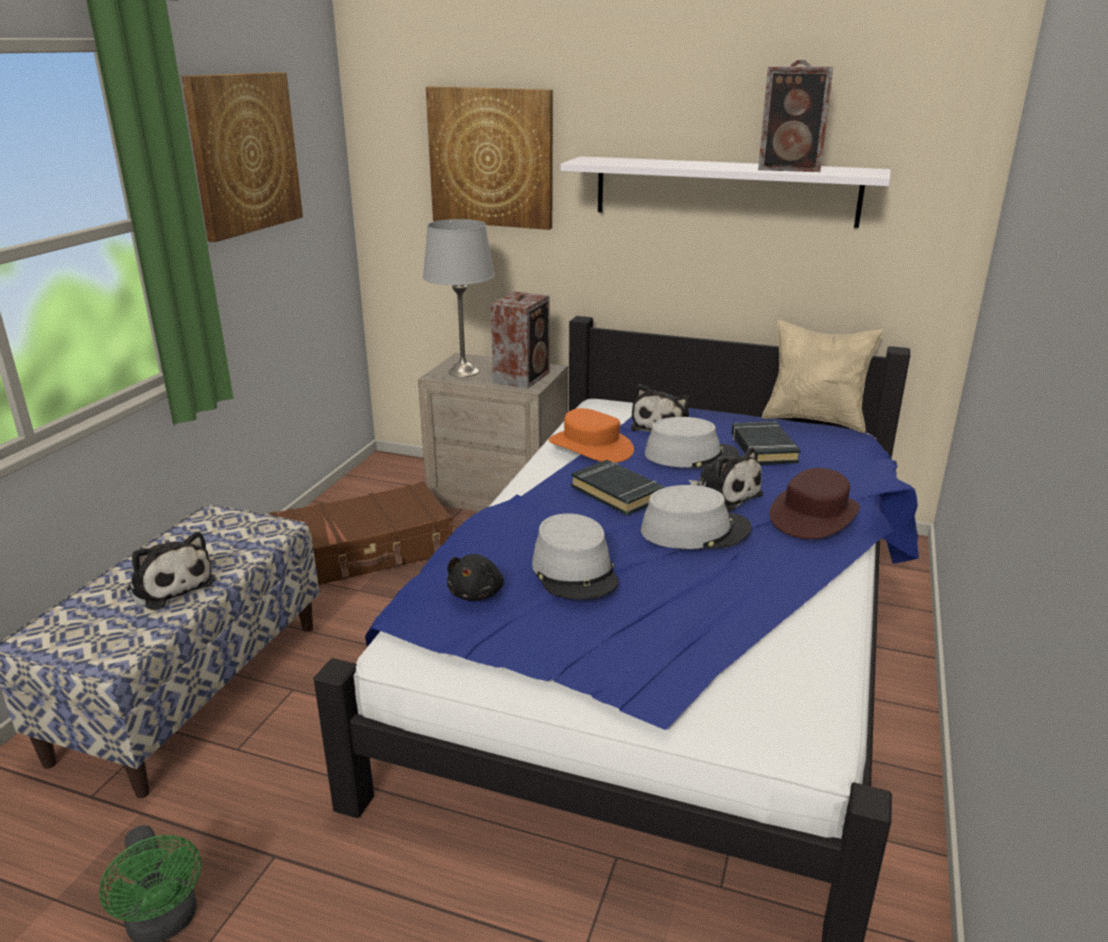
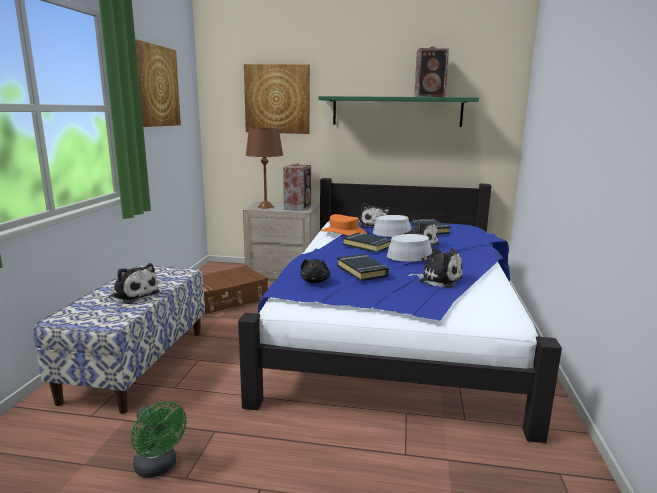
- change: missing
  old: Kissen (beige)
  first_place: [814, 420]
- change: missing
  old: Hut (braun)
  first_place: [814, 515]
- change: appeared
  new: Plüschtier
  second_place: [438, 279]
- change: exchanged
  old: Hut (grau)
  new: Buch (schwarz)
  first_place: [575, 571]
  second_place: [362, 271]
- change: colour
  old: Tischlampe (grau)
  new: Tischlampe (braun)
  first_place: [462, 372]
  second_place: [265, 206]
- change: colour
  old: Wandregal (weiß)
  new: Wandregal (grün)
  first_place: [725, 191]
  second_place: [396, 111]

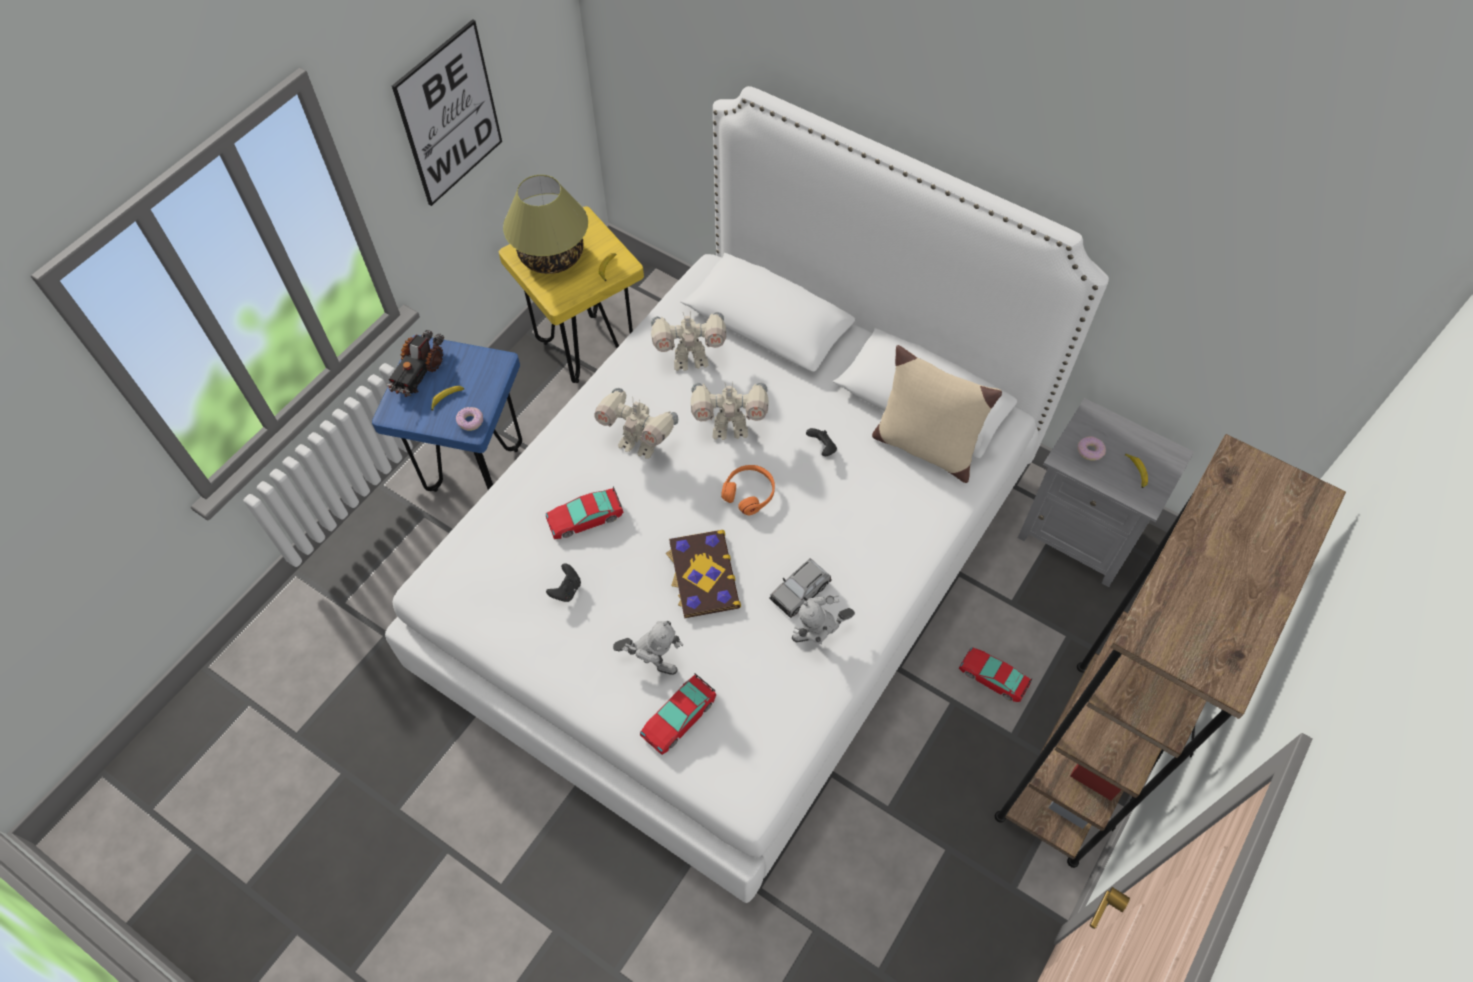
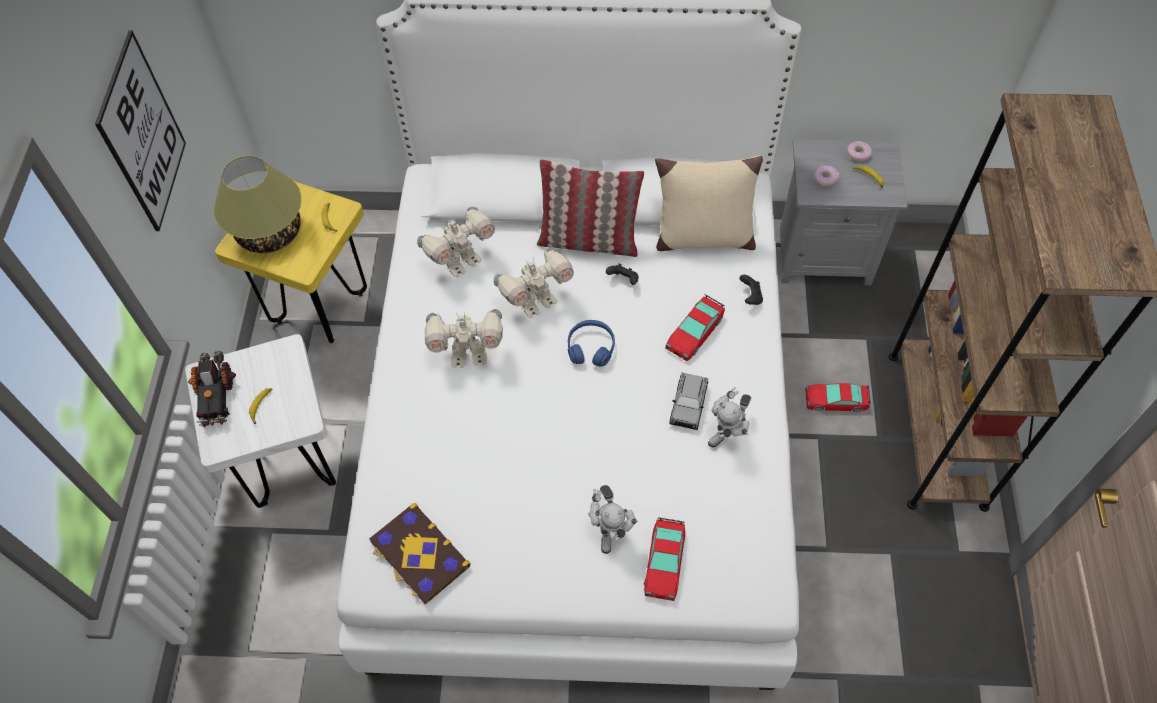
- change: appeared
  new: Kissen
  second_place: [588, 240]
- change: relocated
  old: Donut
  first_place: [470, 421]
  second_place: [858, 154]
- change: relocated
  old: Spielzeugauto
  first_place: [585, 517]
  second_place: [694, 332]
- change: relocated
  old: Gamepad (schwarz)
  first_place: [566, 590]
  second_place: [750, 297]
- change: relocated
  old: Buch
  first_place: [702, 575]
  second_place: [418, 555]
- change: colour
  old: Hocker (blau)
  new: Hocker (weiß)
  first_place: [475, 470]
  second_place: [291, 466]
- change: colour
  old: Kopfhörer (orange)
  new: Kopfhörer (blau)
  first_place: [749, 493]
  second_place: [591, 347]
- change: spun
  old: Spielzeugroboter
  first_place: [652, 661]
  second_place: [610, 529]
  degrees: 105

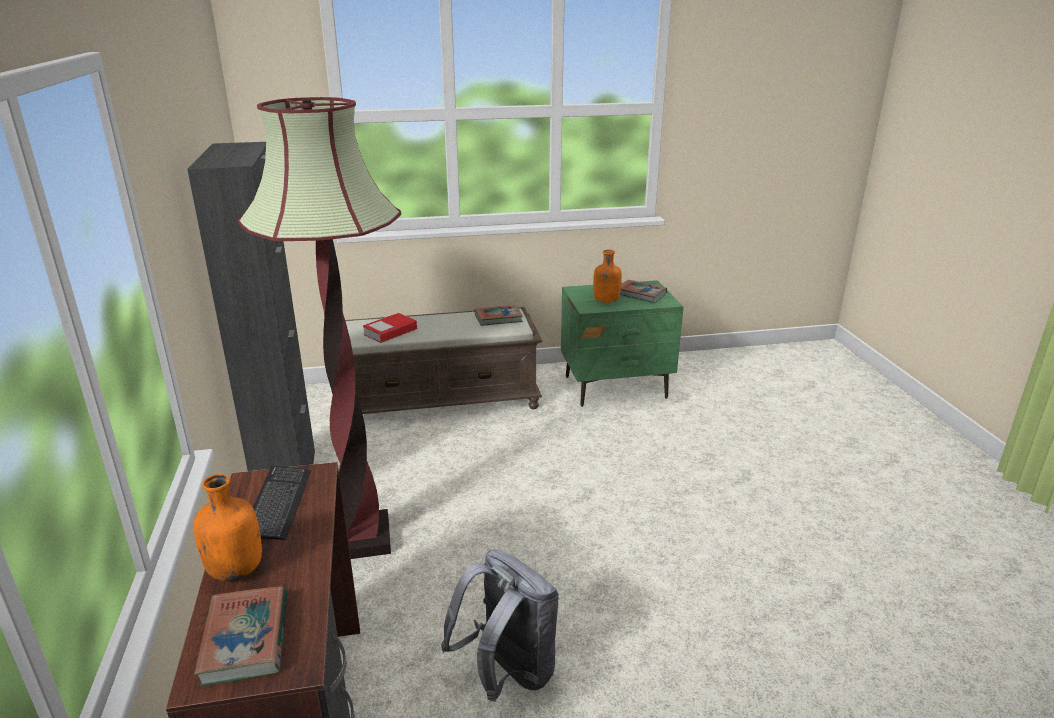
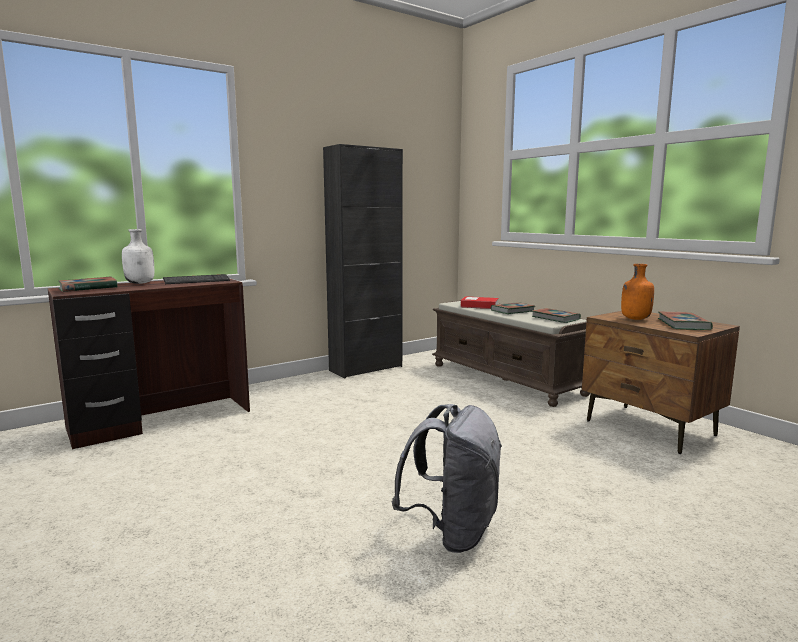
- change: missing
  old: Stehlampe
  first_place: [361, 538]
- change: appeared
  new: Buch
  second_place: [512, 311]
- change: relocated
  old: Rucksack (grau)
  first_place: [507, 673]
  second_place: [452, 532]
- change: colour
  old: Flasche (orange)
  new: Flasche (weiß)
  first_place: [236, 569]
  second_place: [141, 283]
- change: colour
  old: Nachttisch (grün)
  new: Nachttisch (braun)
  first_place: [616, 387]
  second_place: [650, 428]

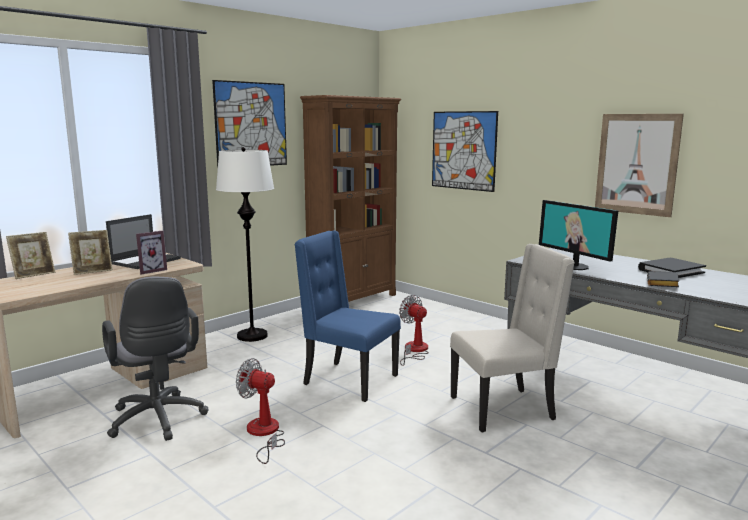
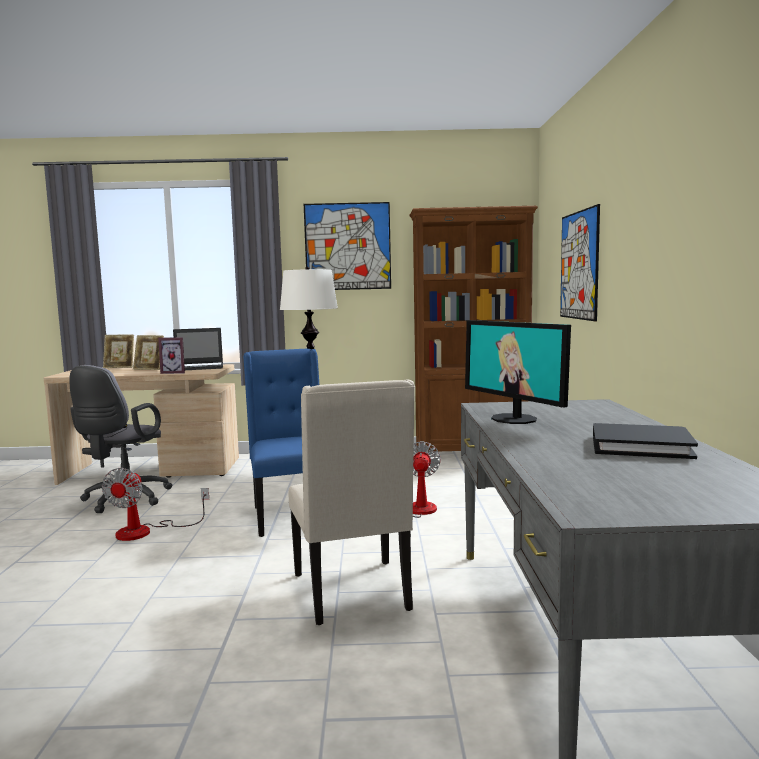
- change: missing
  old: Bild
  first_place: [636, 164]
- change: missing
  old: Buch (schwarz)
  first_place: [663, 283]
- change: spun
  old: Ventilator
  first_place: [264, 434]
  second_place: [146, 531]
  degrees: -150
- change: spun
  old: Stuhl (beige)
  first_place: [504, 409]
  second_place: [354, 593]
  degrees: 45
- change: spun
  old: Monitor
  first_place: [574, 266]
  second_place: [515, 419]
  degrees: -45

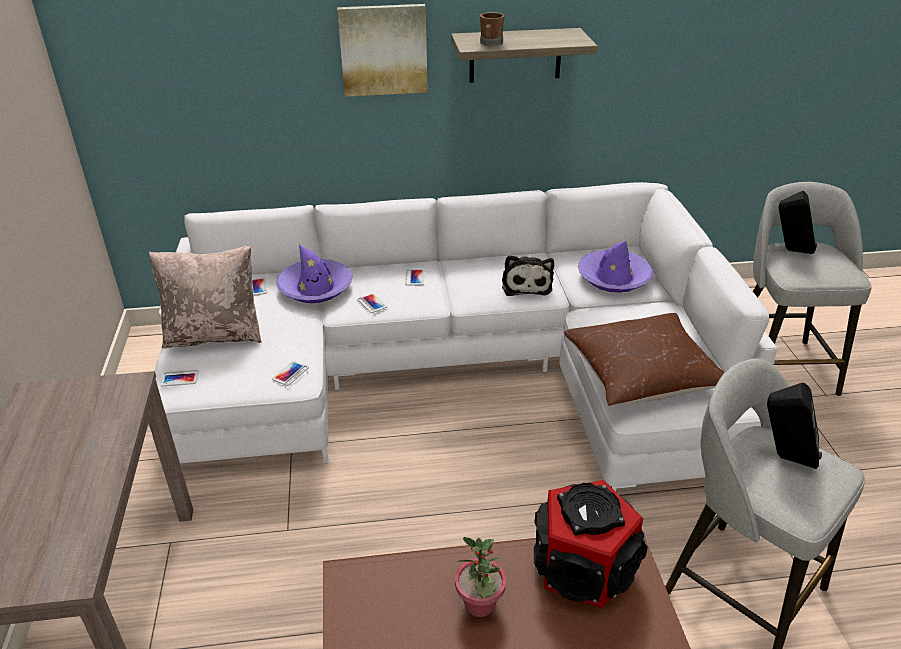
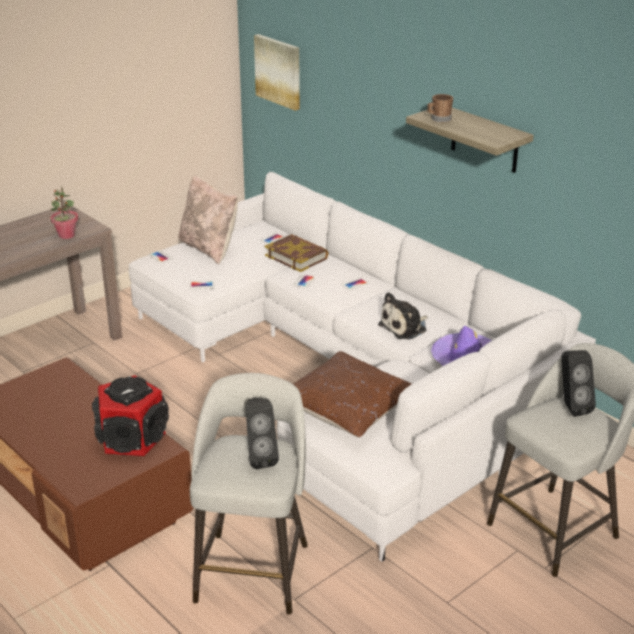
- change: relocated
  old: Bild
  first_place: [383, 50]
  second_place: [279, 71]
- change: relocated
  old: Topfpflanze
  first_place: [480, 604]
  second_place: [66, 235]
- change: exchanged
  old: Hut (lila)
  new: Buch
  first_place: [315, 288]
  second_place: [296, 257]

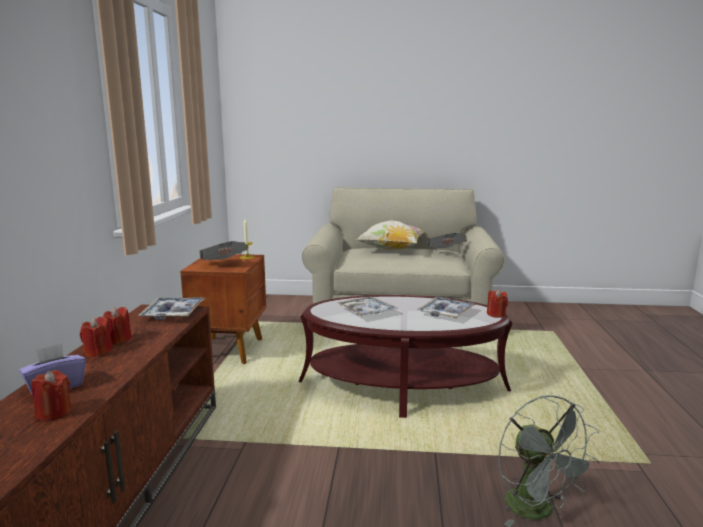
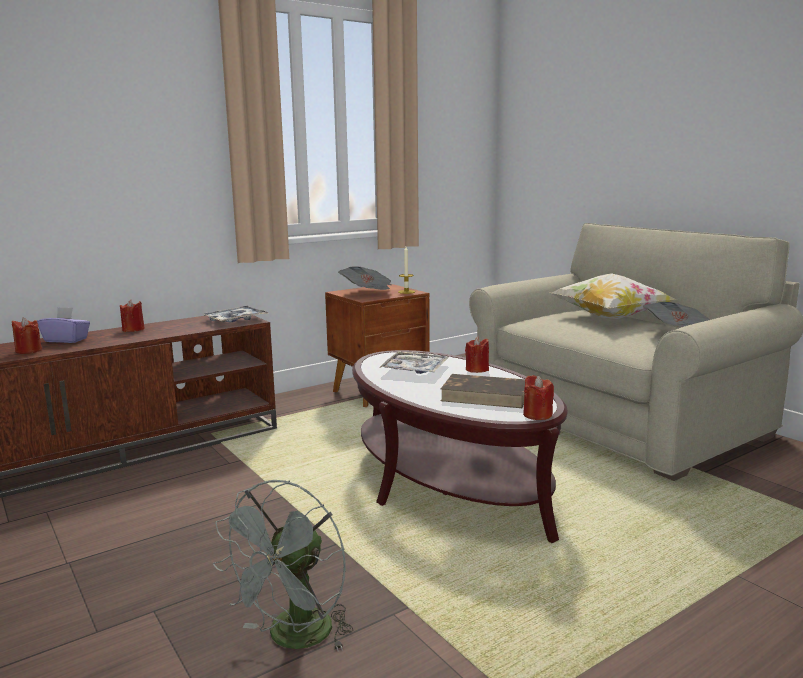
- change: relocated
  old: Kerze (rot)
  first_place: [118, 340]
  second_place: [477, 369]
- change: exchanged
  old: Tablett
  new: Buch (braun)
  first_place: [446, 313]
  second_place: [486, 395]

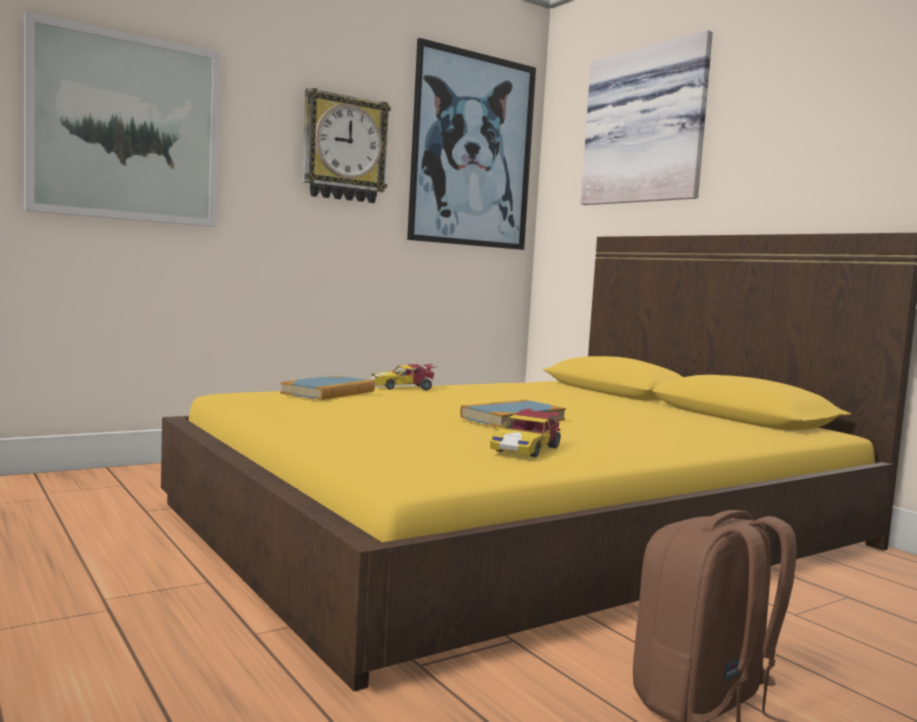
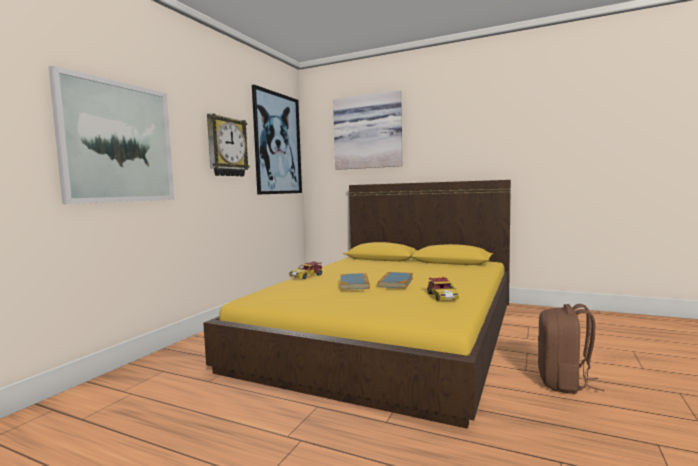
- change: relocated
  old: Buch
  first_place: [328, 392]
  second_place: [354, 284]

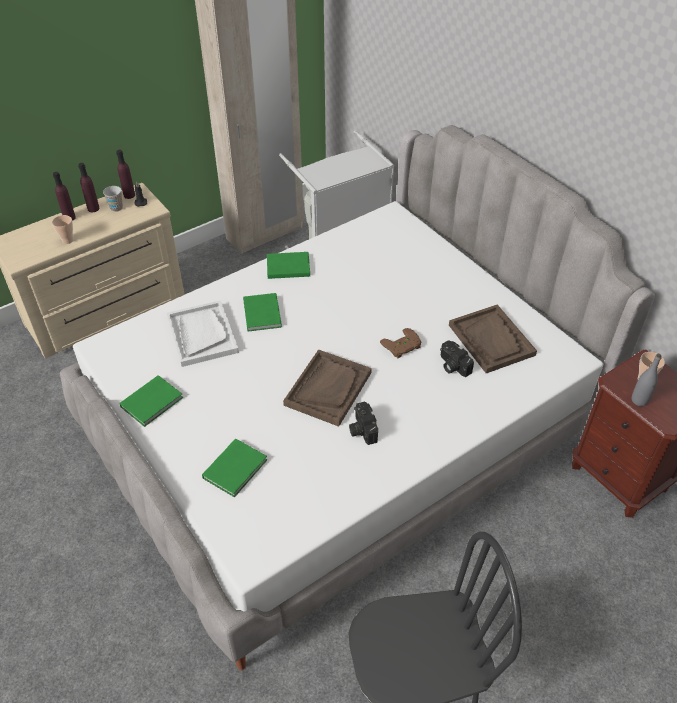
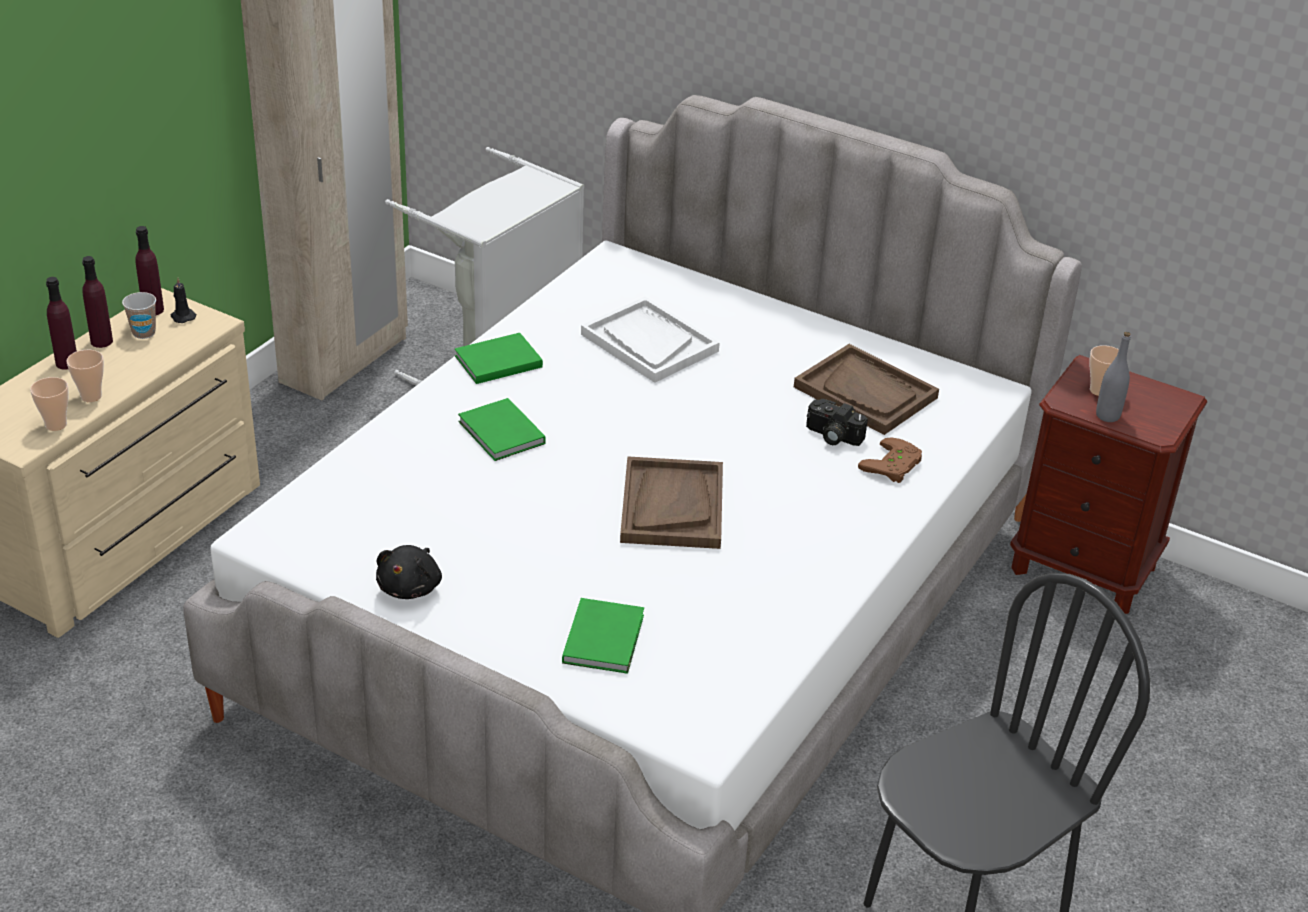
- change: missing
  old: Kamera
  first_place: [361, 429]
- change: appeared
  new: Tasse
  second_place: [56, 425]
- change: relocated
  old: Tablett (weiß)
  first_place: [202, 334]
  second_place: [649, 343]
- change: relocated
  old: Gamepad (braun)
  first_place: [402, 347]
  second_place: [894, 466]
- change: exchanged
  old: Buch (grün)
  new: Plüschtier (schwarz)
  first_place: [153, 402]
  second_place: [411, 587]

